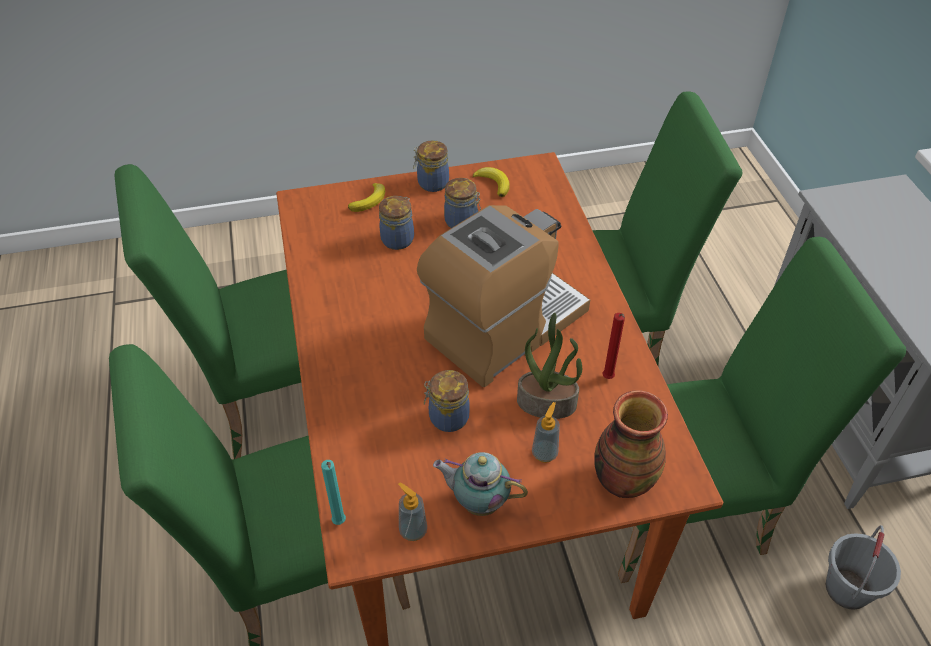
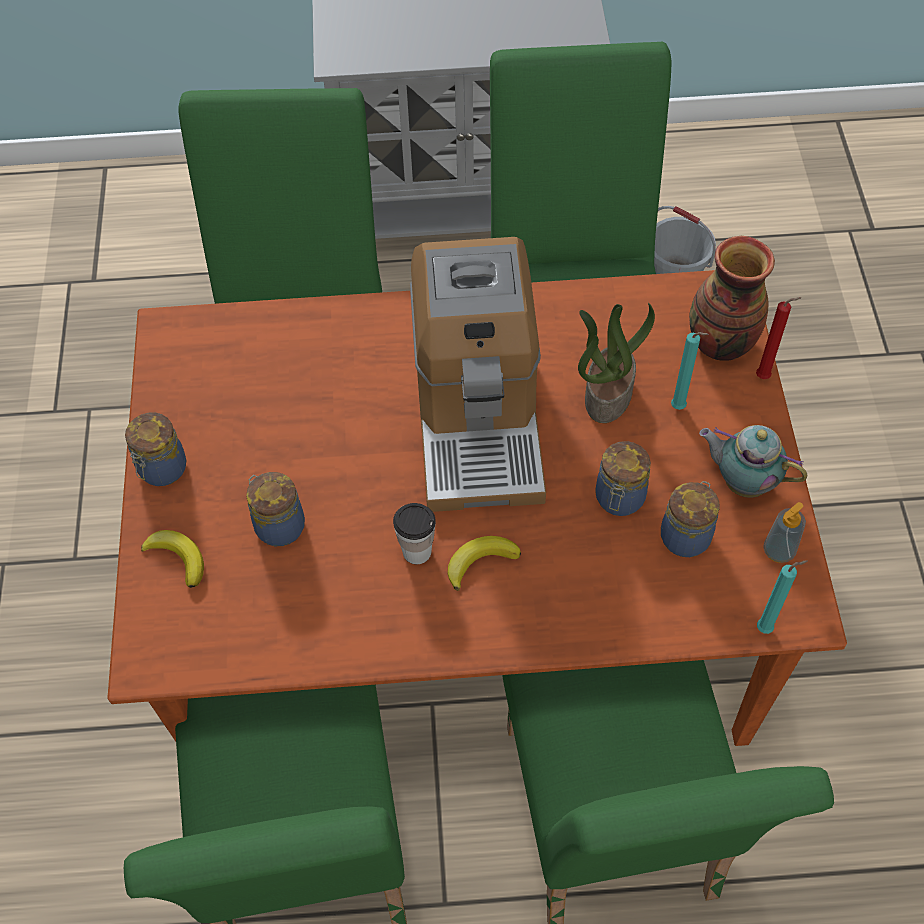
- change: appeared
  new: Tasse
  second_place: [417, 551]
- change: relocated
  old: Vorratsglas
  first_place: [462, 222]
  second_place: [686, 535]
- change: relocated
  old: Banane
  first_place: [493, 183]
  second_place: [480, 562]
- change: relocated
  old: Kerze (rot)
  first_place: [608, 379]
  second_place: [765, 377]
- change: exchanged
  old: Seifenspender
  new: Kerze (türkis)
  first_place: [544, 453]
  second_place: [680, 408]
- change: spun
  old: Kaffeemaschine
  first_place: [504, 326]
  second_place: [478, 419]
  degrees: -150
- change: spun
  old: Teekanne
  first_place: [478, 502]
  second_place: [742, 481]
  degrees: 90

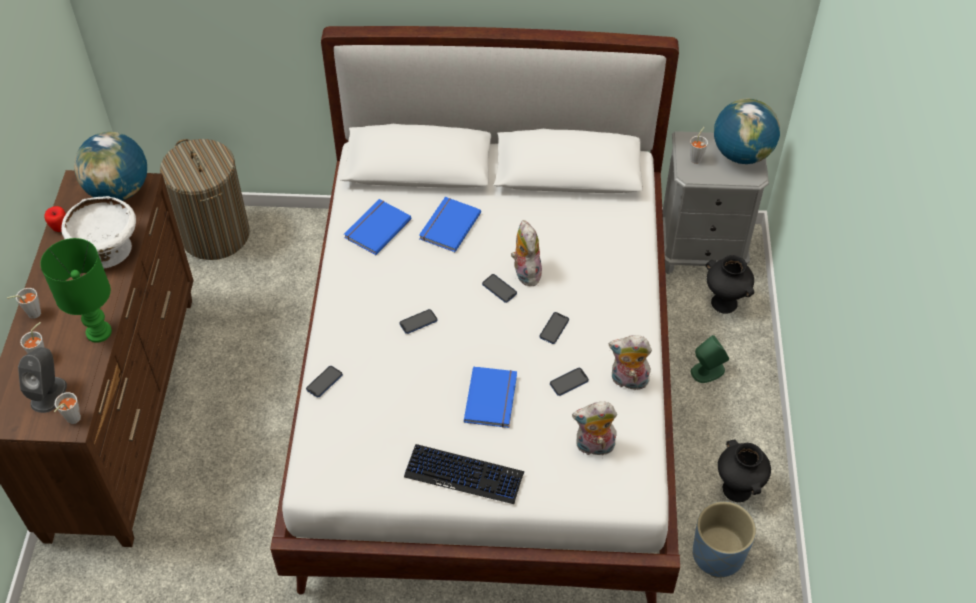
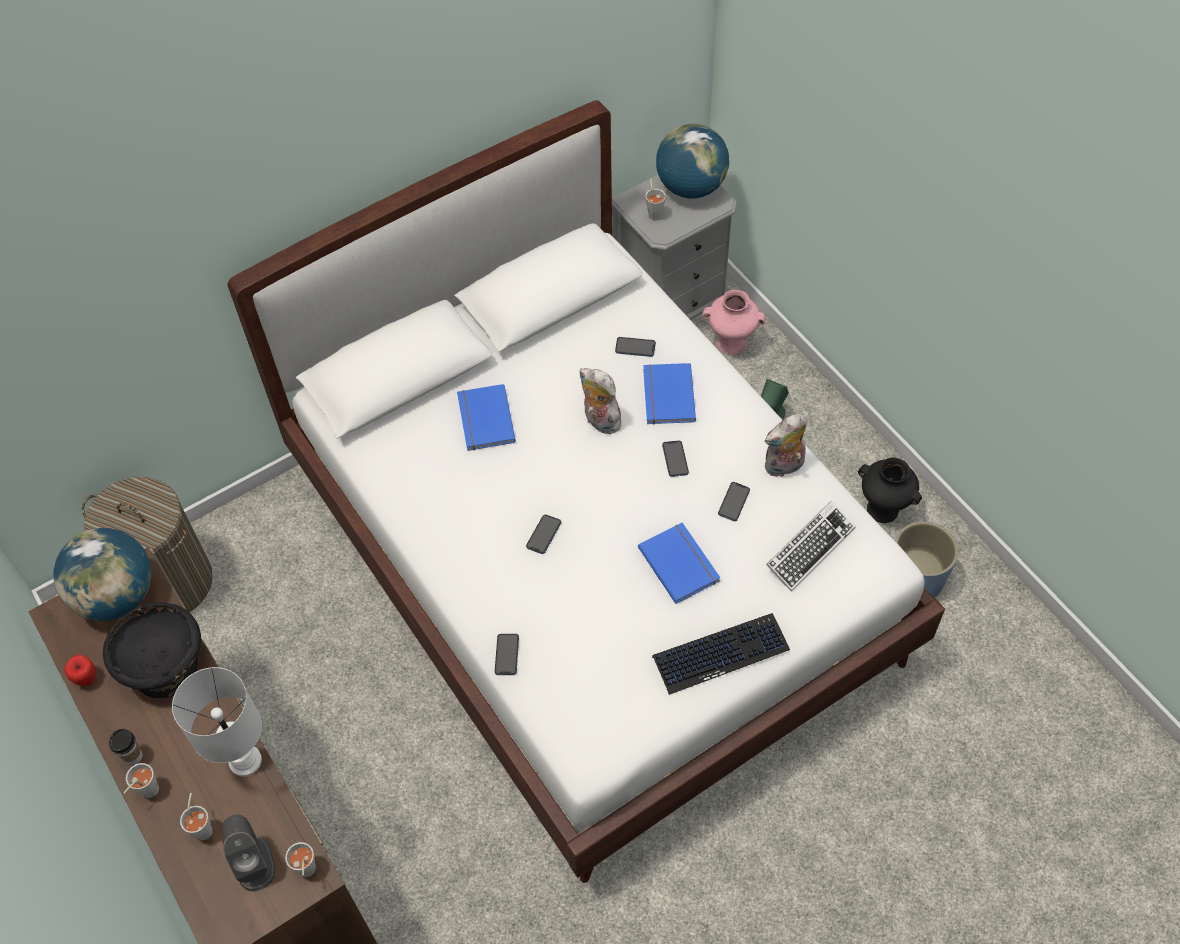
- change: appeared
  new: Tasse
  second_place: [133, 756]
- change: relocated
  old: Buch (blau)
  first_place: [376, 228]
  second_place: [666, 396]
- change: relocated
  old: Handy
  first_place: [499, 289]
  second_place: [635, 347]
- change: exchanged
  old: Plüschtier
  new: Tastatur
  first_place: [594, 447]
  second_place: [809, 548]
- change: colour
  old: Tischlampe (grün)
  new: Tischlampe (weiß)
  first_place: [98, 331]
  second_place: [244, 760]
- change: colour
  old: Schüssel (weiß)
  new: Schüssel (schwarz)
  first_place: [107, 248]
  second_place: [165, 665]
- change: colour
  old: Vase (schwarz)
  new: Vase (rosa)
  first_place: [725, 303]
  second_place: [732, 343]

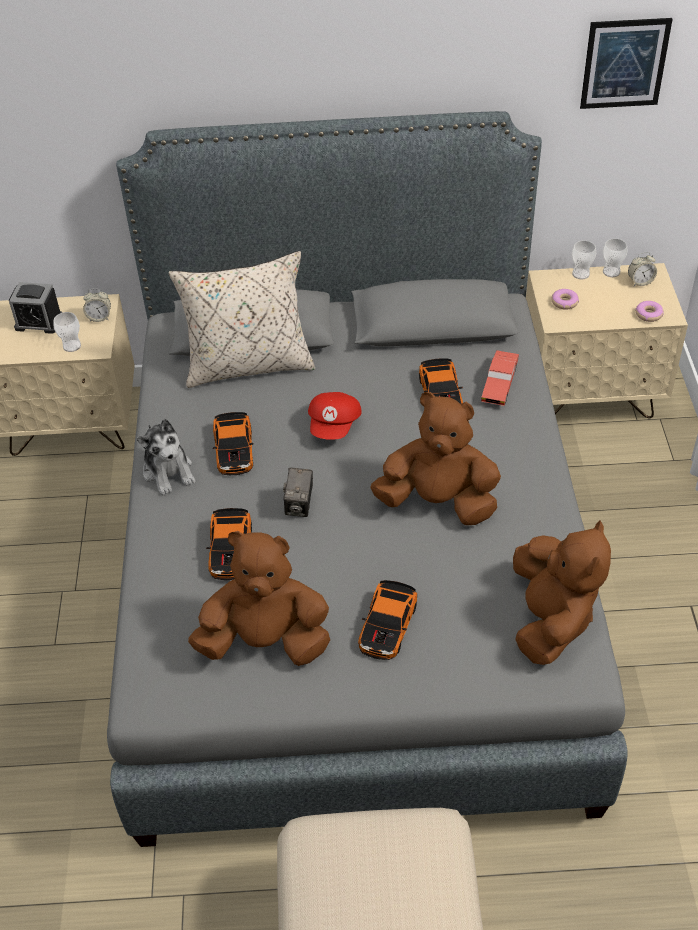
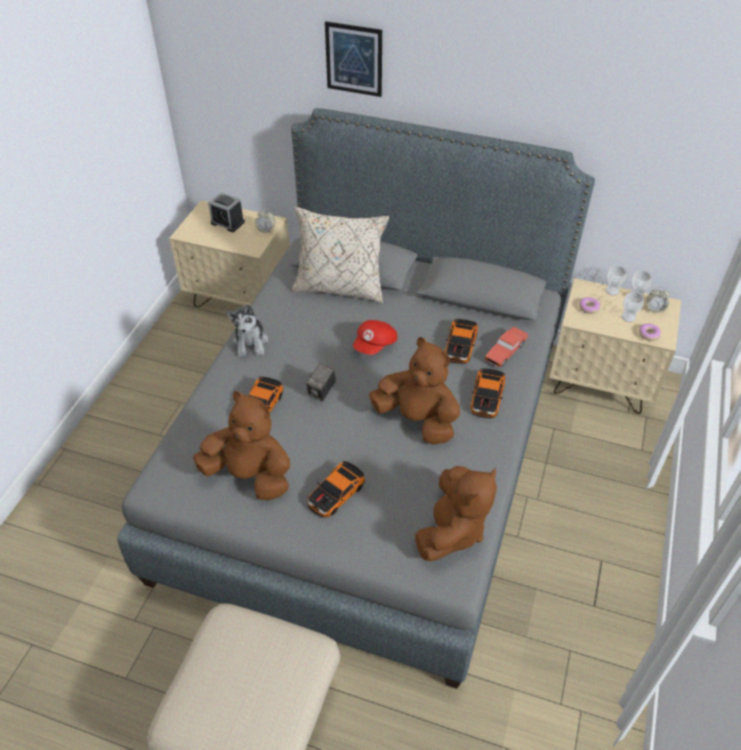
- change: relocated
  old: Tasse
  first_place: [72, 346]
  second_place: [628, 317]
- change: relocated
  old: Spielzeugauto
  first_place: [235, 449]
  second_place: [487, 397]
- change: relocated
  old: Bild
  first_place: [624, 63]
  second_place: [354, 59]

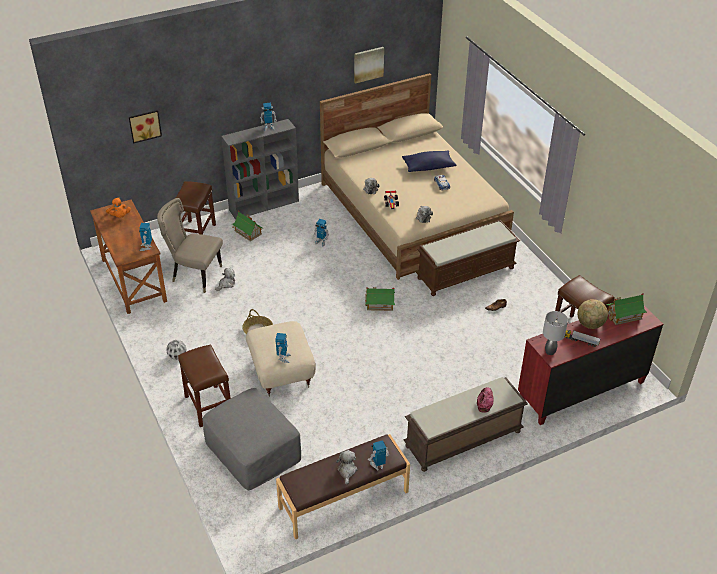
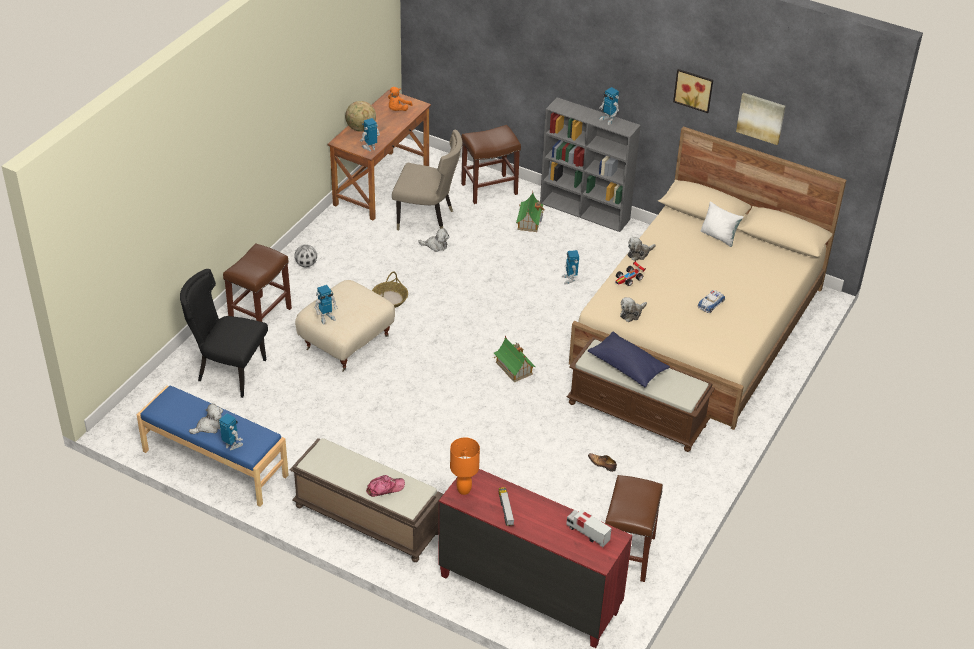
- change: appeared
  new: Kissen (weiß)
  second_place: [719, 237]
- change: relocated
  old: Bild
  first_place: [144, 125]
  second_place: [694, 89]
- change: relocated
  old: Kissen (blau)
  first_place: [428, 167]
  second_place: [627, 367]
- change: relocated
  old: Globus
  first_place: [590, 324]
  second_place: [361, 129]
- change: exchanged
  old: Polsterhocker (grau)
  new: Stuhl (schwarz)
  first_place: [252, 450]
  second_place: [228, 372]
- change: exchanged
  old: Spielzeughaus
  new: Spielzeuglaster
  first_place: [624, 315]
  second_place: [587, 533]
- change: colour
  old: Bank (braun)
  new: Bank (blau)
  first_place: [344, 500]
  second_place: [214, 464]
- change: colour
  old: Tischlampe (grau)
  new: Tischlampe (orange)
  first_place: [550, 351]
  second_place: [464, 490]
- change: spun
  old: Stuhl (beige)
  first_place: [194, 275]
  second_place: [428, 218]
  degrees: 120

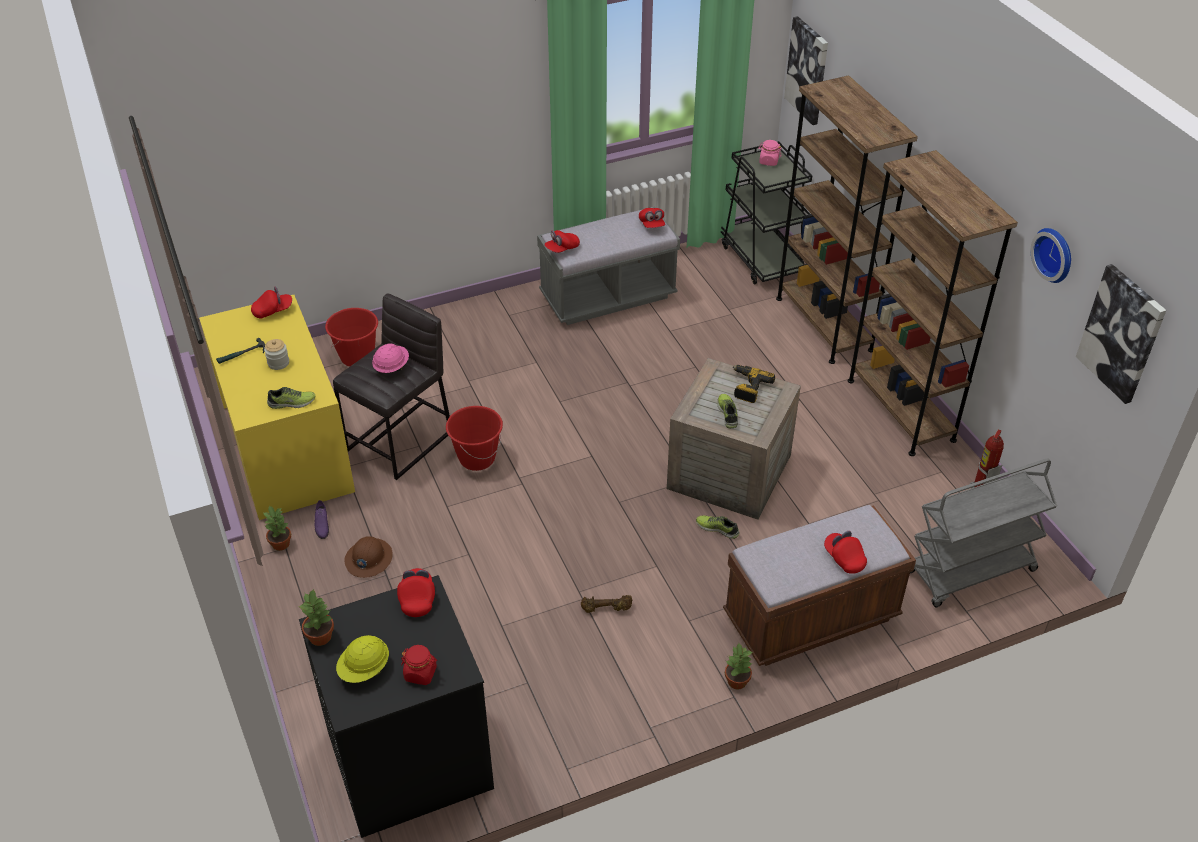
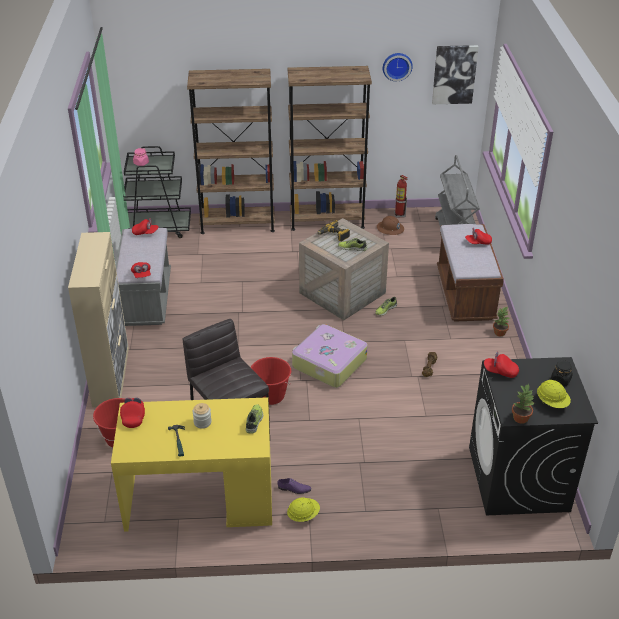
- change: missing
  old: Schutzhelm (rosa)
  first_place: [391, 367]
- change: missing
  old: Bild
  first_place: [807, 70]
- change: appeared
  new: Schrank (beige)
  second_place: [111, 376]
- change: appeared
  new: Koffer
  second_place: [328, 363]
- change: relocated
  old: Schutzhelm (braun)
  first_place: [368, 559]
  second_place: [390, 228]
- change: exchanged
  old: Topfpflanze
  new: Schutzhelm (gelb)
  first_place: [281, 543]
  second_place: [303, 515]
- change: colour
  old: Vorratsglas (rot)
  new: Vorratsglas (schwarz)
  first_place: [420, 673]
  second_place: [560, 380]

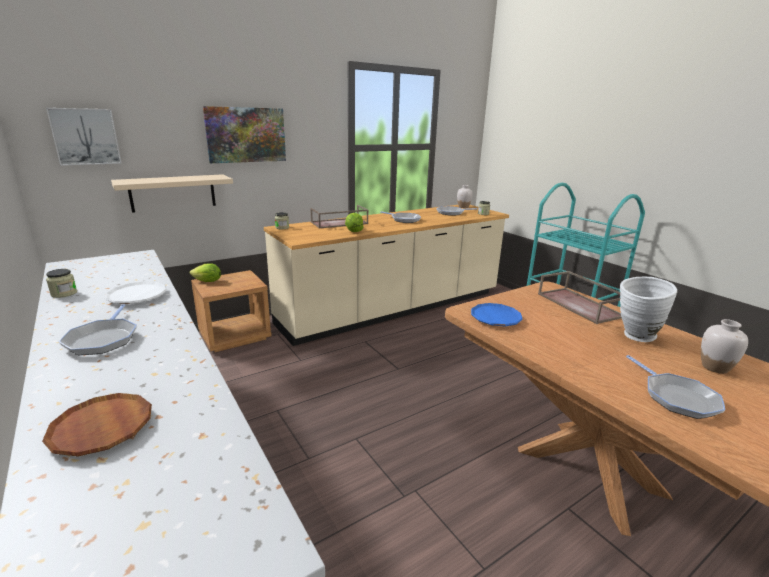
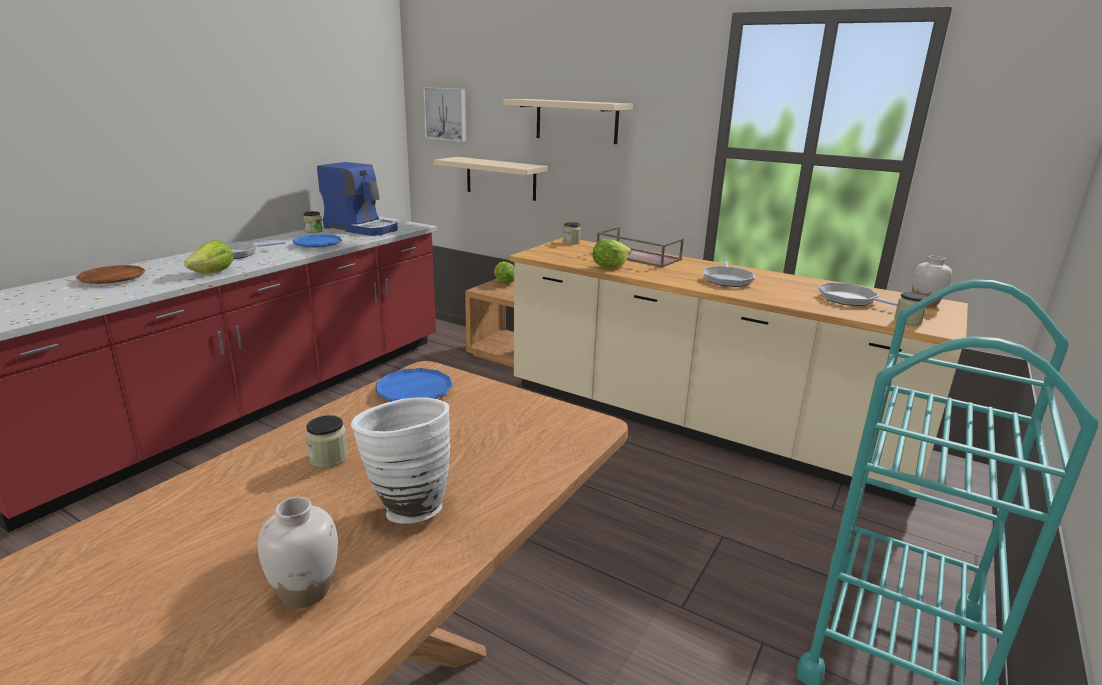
- change: missing
  old: Tablett (braun)
  first_place: [580, 305]
- change: missing
  old: Pfanne
  first_place: [676, 397]
- change: appeared
  new: Salatkopf
  second_place: [214, 272]
- change: appeared
  new: Vorratsglas
  second_place: [328, 458]
- change: appeared
  new: Kaffeemaschine
  second_place: [362, 228]
- change: exchanged
  old: Bild
  new: Wandregal (beige)
  first_place: [246, 135]
  second_place: [576, 121]
- change: colour
  old: Teller (weiß)
  new: Teller (blau)
  first_place: [137, 296]
  second_place: [318, 244]

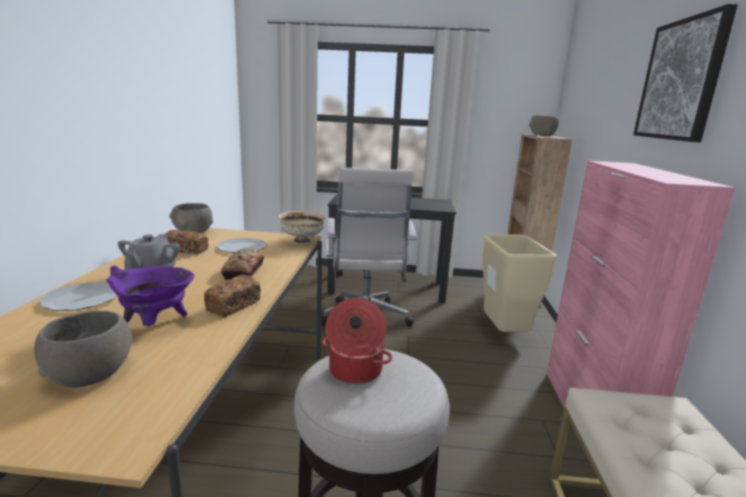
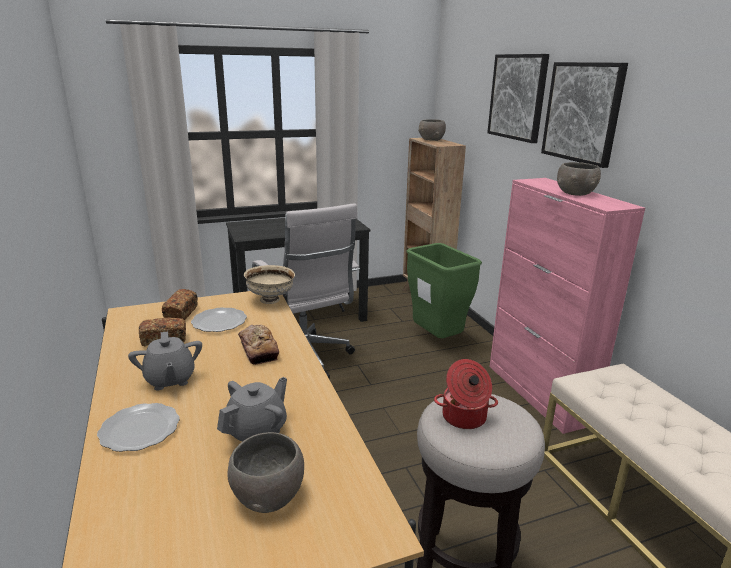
- change: appeared
  new: Bild
  second_place: [518, 97]
- change: relocated
  old: Schüssel (grau)
  first_place: [193, 231]
  second_place: [576, 193]
- change: relocated
  old: Brot
  first_place: [233, 306]
  second_place: [181, 313]
- change: exchanged
  old: Kochtopf (lila)
  new: Teekanne (grau)
  first_place: [156, 325]
  second_place: [257, 431]
- change: colour
  old: Mülleimer (beige)
  new: Mülleimer (grün)
  first_place: [504, 334]
  second_place: [437, 339]

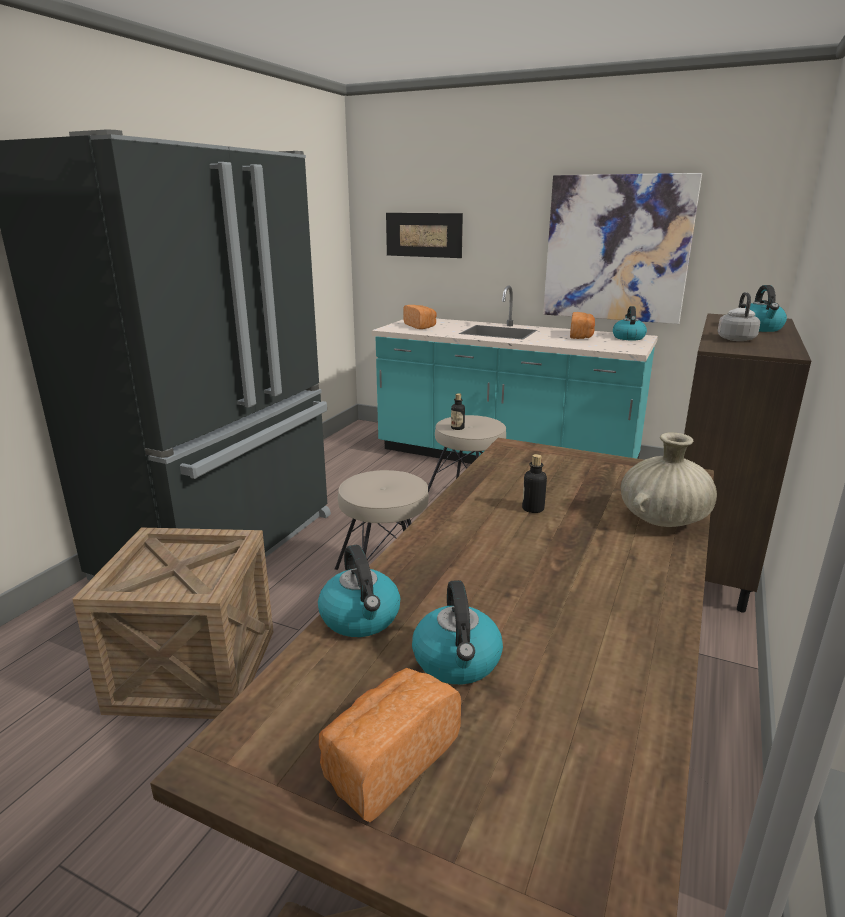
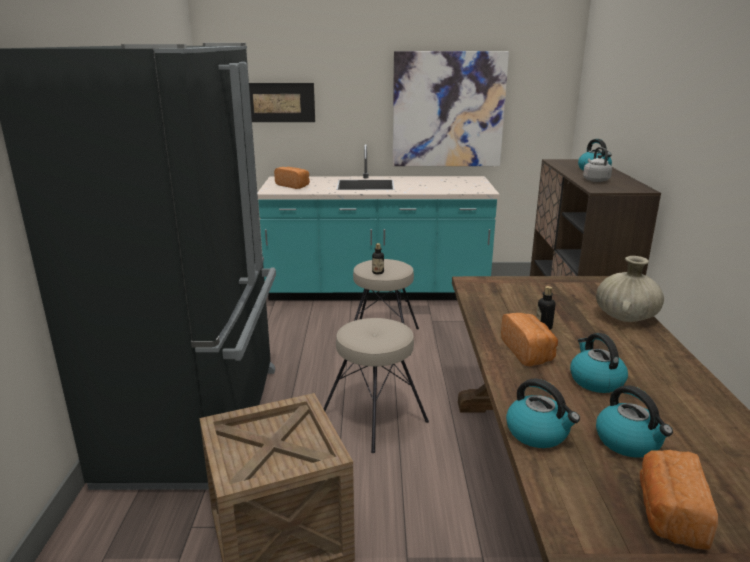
- change: relocated
  old: Brot
  first_place: [581, 336]
  second_place: [528, 352]
- change: relocated
  old: Wasserkessel
  first_place: [628, 337]
  second_place: [595, 380]

